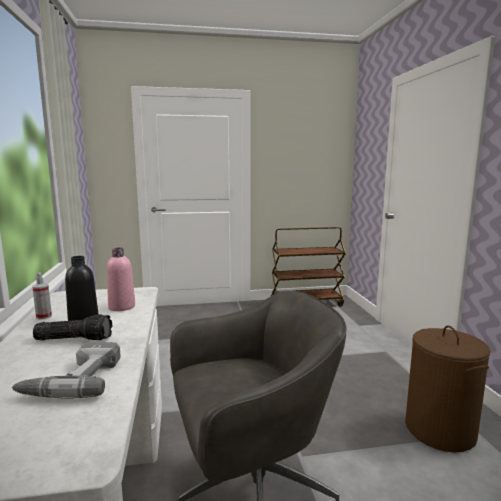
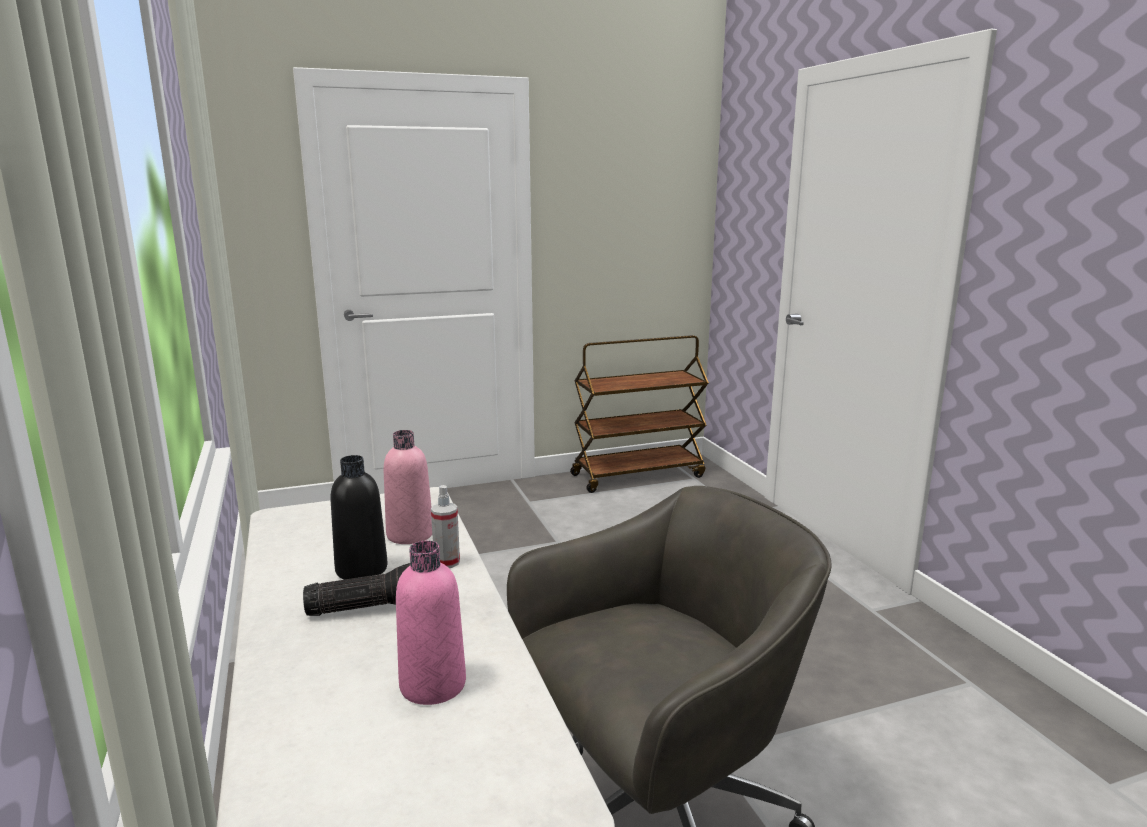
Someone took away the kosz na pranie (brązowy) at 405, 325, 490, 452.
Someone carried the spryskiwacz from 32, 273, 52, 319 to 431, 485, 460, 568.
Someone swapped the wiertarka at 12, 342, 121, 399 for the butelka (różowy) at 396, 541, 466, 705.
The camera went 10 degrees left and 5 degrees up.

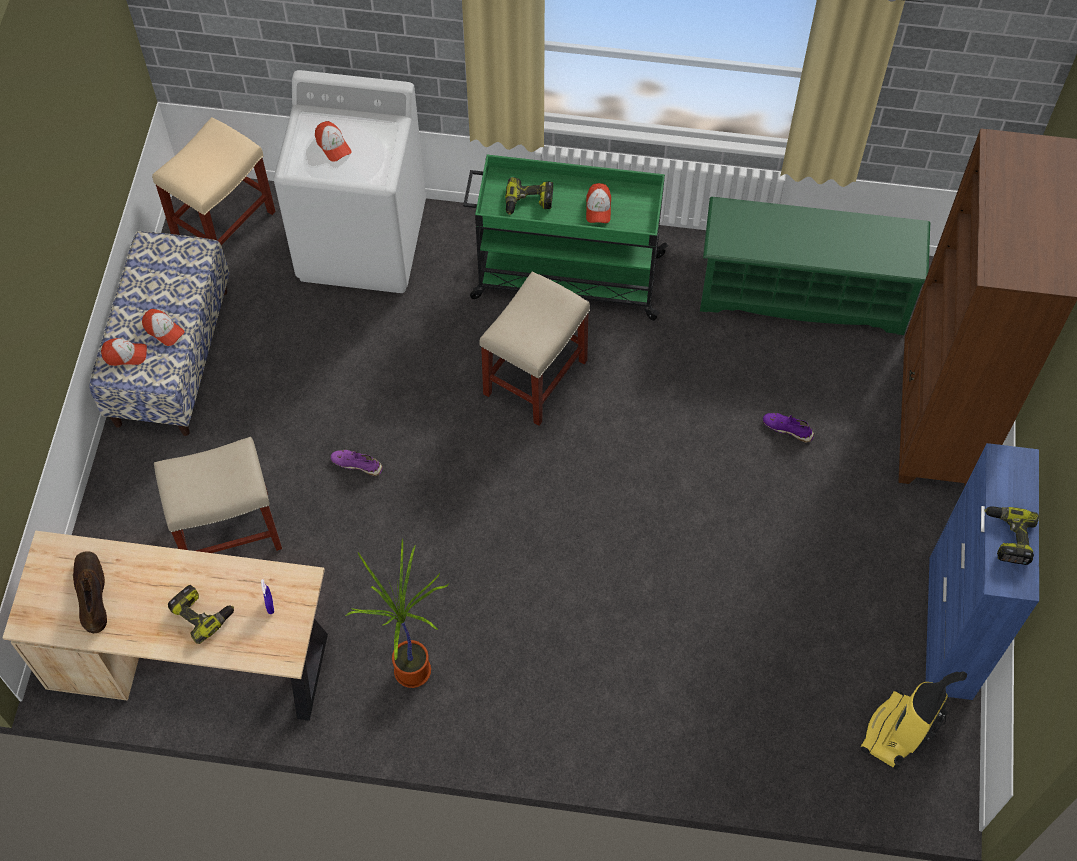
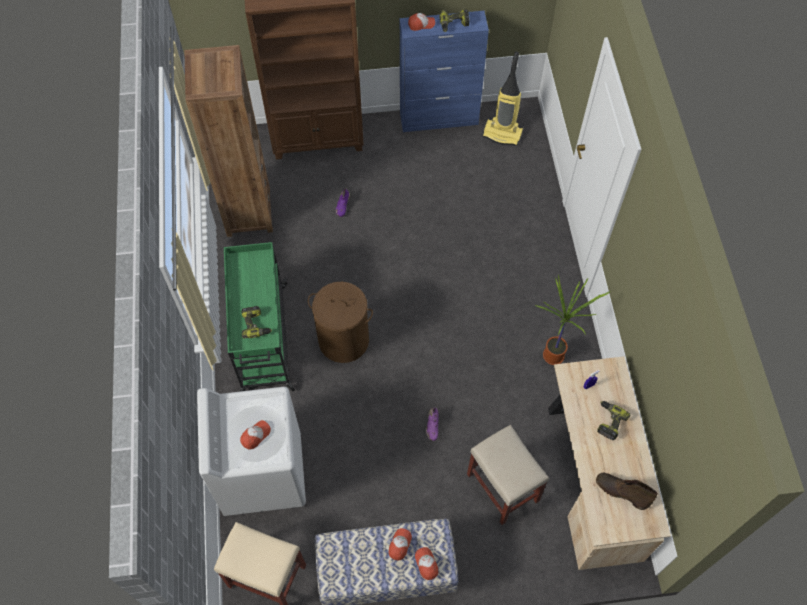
Someone carried the czapka z daszkiem from 586, 183, 611, 223 to 408, 13, 435, 31.
Someone swapped the stołek (beżowy) at 480, 271, 590, 426 for the kosz na pranie (brązowy) at 308, 282, 373, 363.
Someone swapped the regał na buty (zielony) at 700, 197, 930, 335 for the regał (brązowy) at 185, 45, 273, 237.
Someone rotated the but z cholewką (brązowy) at 73, 551, 107, 634 by 60 degrees clockwise.
The camera went 105 degrees left and 0 degrees up.

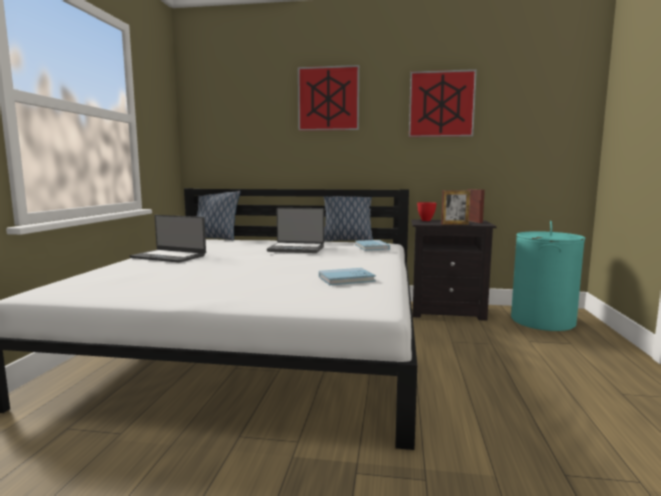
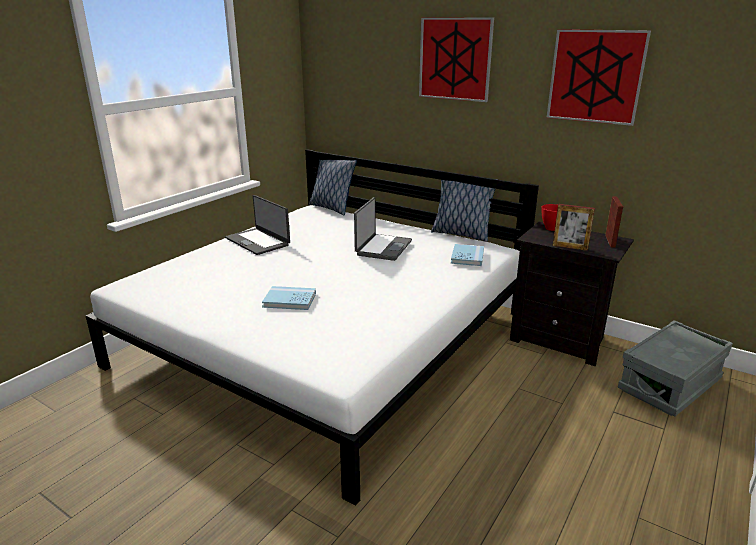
Someone carried the książka (niebieski) from 319, 268, 376, 285 to 262, 286, 316, 310.
Someone swapped the kosz na pranie (turkusowy) at 511, 221, 586, 331 for the pojemnik do przechowywania (szary) at 618, 320, 733, 417.
Someone rotated the laptop at 267, 207, 324, 253 by 105 degrees counterclockwise.
The camera went 25 degrees right and 15 degrees up.

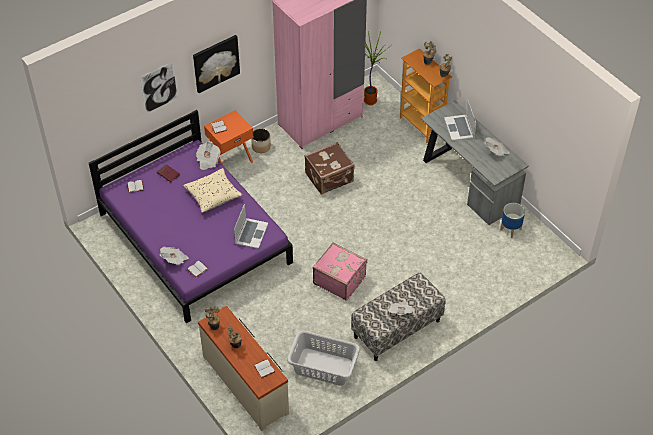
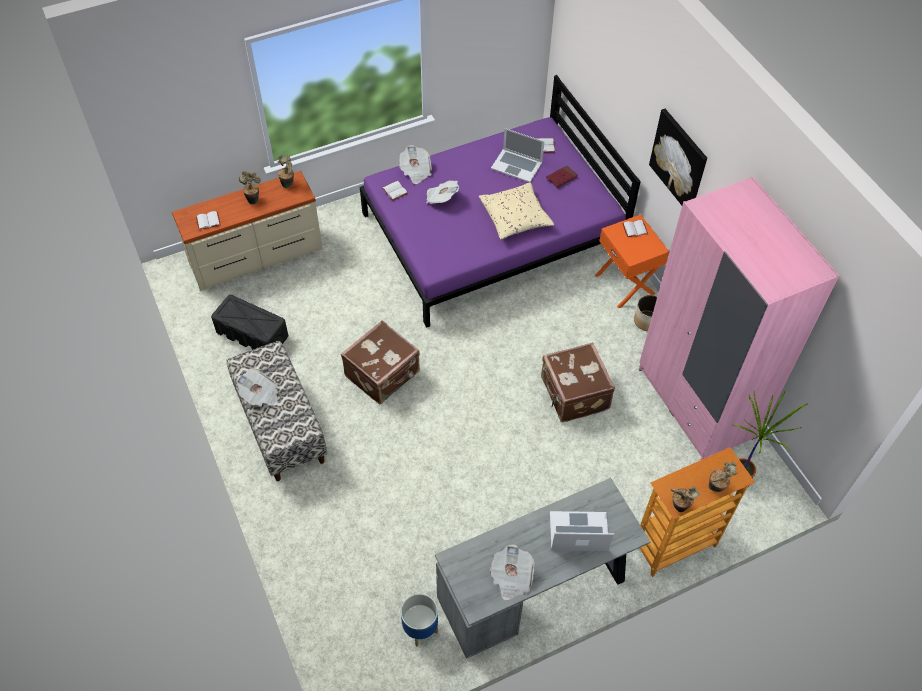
Someone took away the obraz at 140, 61, 178, 114.
Someone carried the gazeta from 196, 141, 220, 170 to 426, 181, 459, 204.
Someone carried the laptop from 234, 204, 268, 249 to 491, 128, 544, 183.
Someone swapped the kosz na pranie (szary) at 287, 331, 360, 386 for the pojemnik do przechowywania (czarny) at 211, 295, 288, 350.
Someone repainted the walizka (różowy) at 312, 242, 367, 301, which became the walizka (brązowy) at 341, 320, 420, 404.
The camera went 100 degrees right and 5 degrees up.

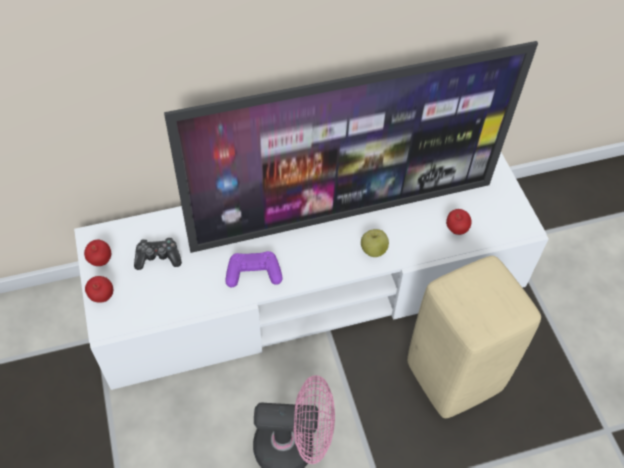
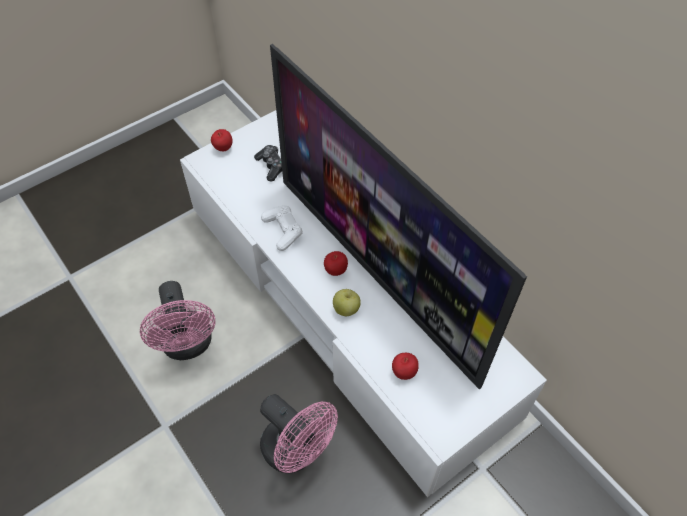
Someone carried the jabłko from 84, 240, 111, 266 to 324, 251, 348, 276.
Someone swapped the stołek (beżowy) at 407, 256, 541, 418 for the wentylator (różowy) at 260, 394, 338, 473.
Someone repainted the pad do gier (fioletowy) at 225, 251, 283, 288, which became the pad do gier (biały) at 261, 205, 303, 251.
The camera went 70 degrees right and 0 degrees up.

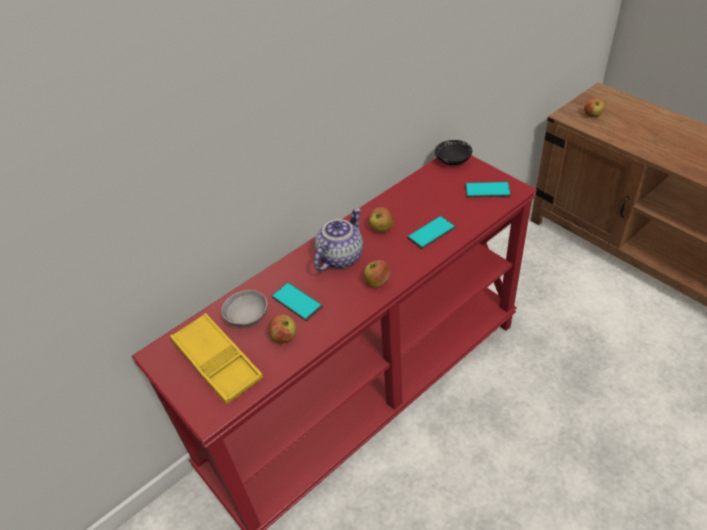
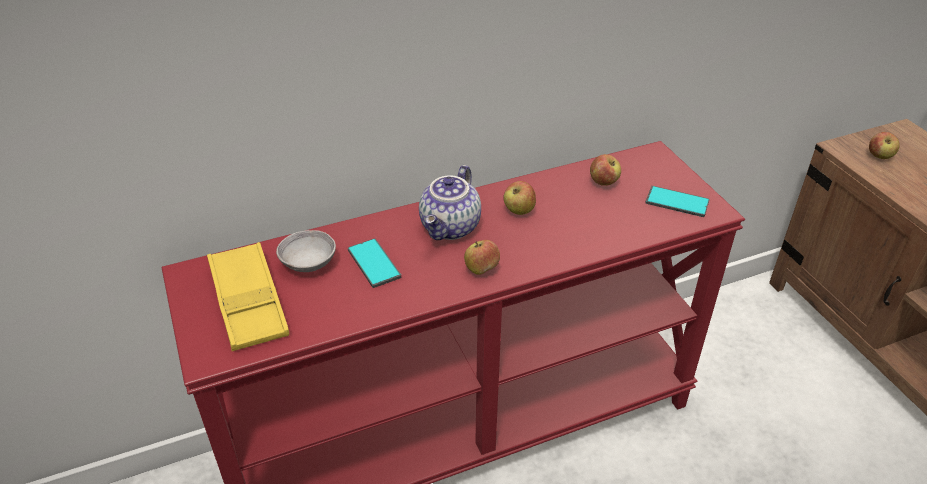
Someone took away the telefon at 407, 216, 455, 249.
Someone took away the miska (czarny) at 434, 140, 472, 165.
Someone carried the jabłko from 268, 314, 297, 344 to 590, 154, 621, 186.
Someone rotated the imbryk at 314, 208, 363, 271 by 150 degrees clockwise.
The camera went 15 degrees right and 5 degrees down.

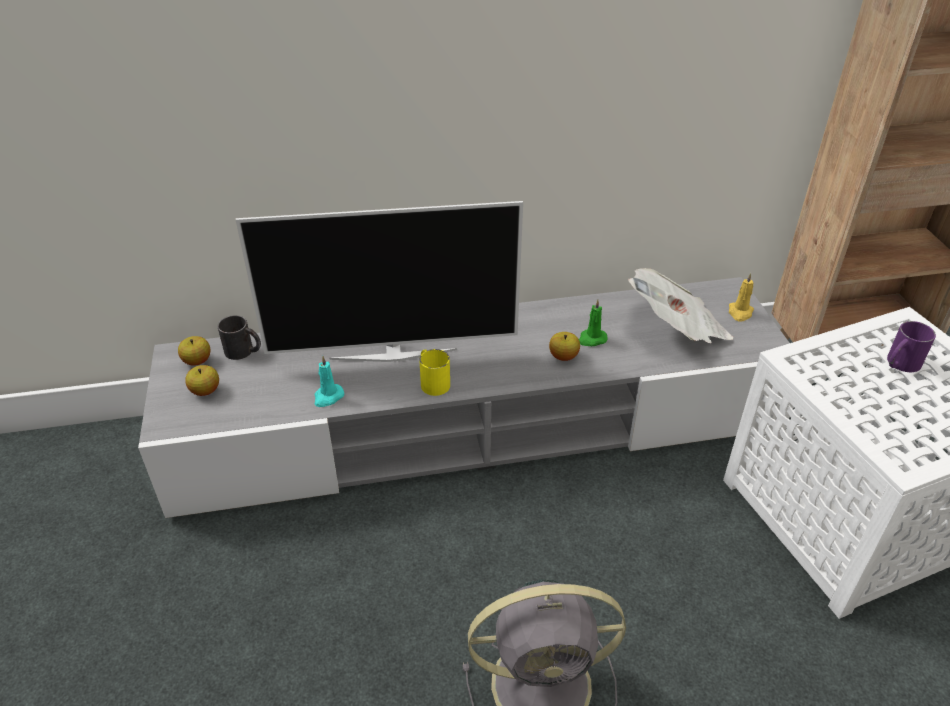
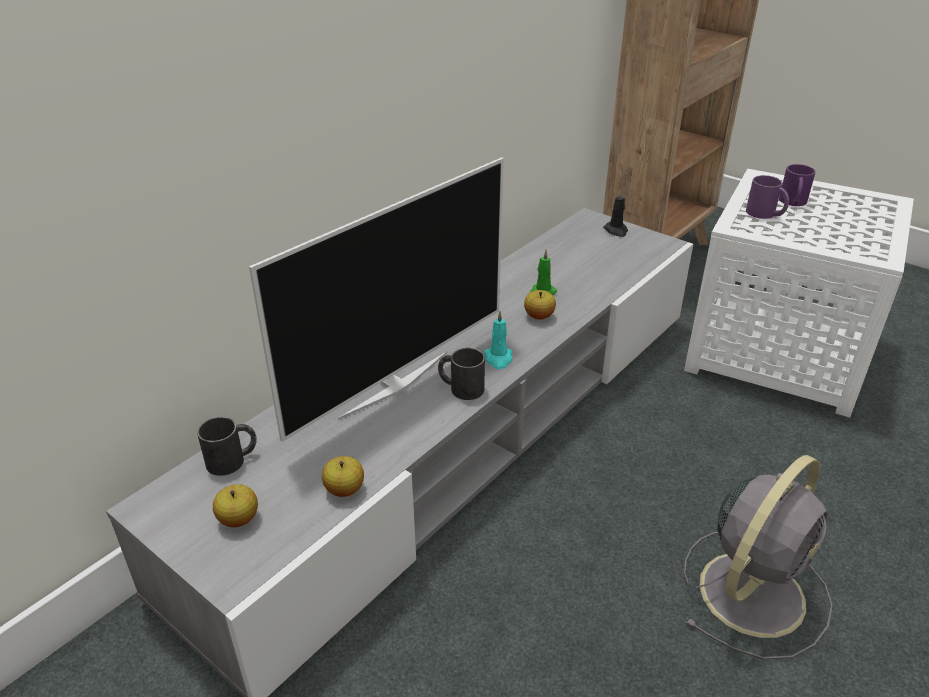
Someone took away the gazeta at 628, 268, 733, 344.
Someone put down the kubek (fioletowy) at 746, 175, 789, 219.
Someone carried the jabłko from 178, 336, 211, 365 to 322, 456, 364, 497.
Someone carried the świeca (turkusowy) from 314, 356, 344, 407 to 484, 311, 512, 369.
Someone repainted the kubek (żółty) at 419, 349, 450, 396, which became the kubek (czarny) at 438, 348, 485, 400.
Someone repainted the świeca (żółty) at 729, 273, 754, 322, which became the świeca (czarny) at 603, 190, 628, 237.
The camera went 40 degrees left and 5 degrees down.

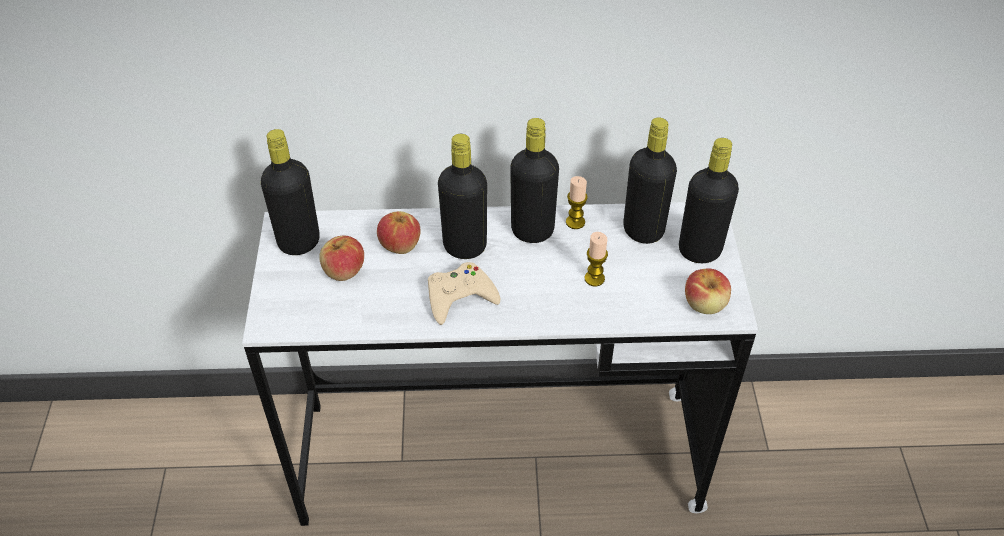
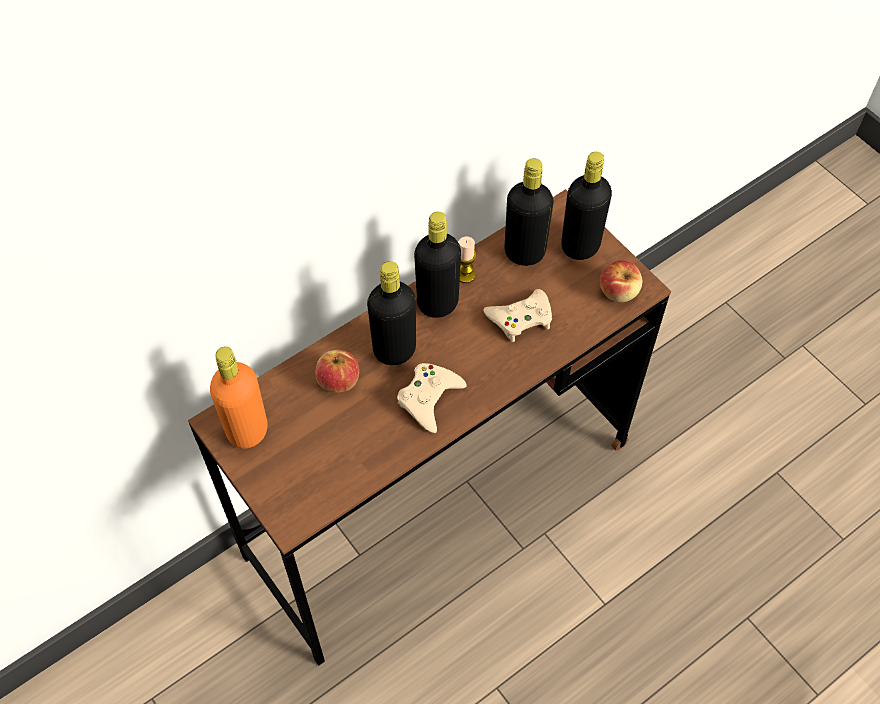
Someone took away the jabłko at 319, 236, 364, 281.
Someone swapped the świeca at 585, 232, 608, 286 for the pad do gier (beżowy) at 483, 289, 552, 342.
Someone repainted the biurko (biały) at 242, 202, 758, 526, which became the biurko (brązowy) at 188, 189, 671, 666.
Someone repainted the butelka (czarny) at 261, 129, 320, 255, which became the butelka (pomarańczowy) at 210, 346, 268, 449.
The camera went 35 degrees left and 10 degrees up.

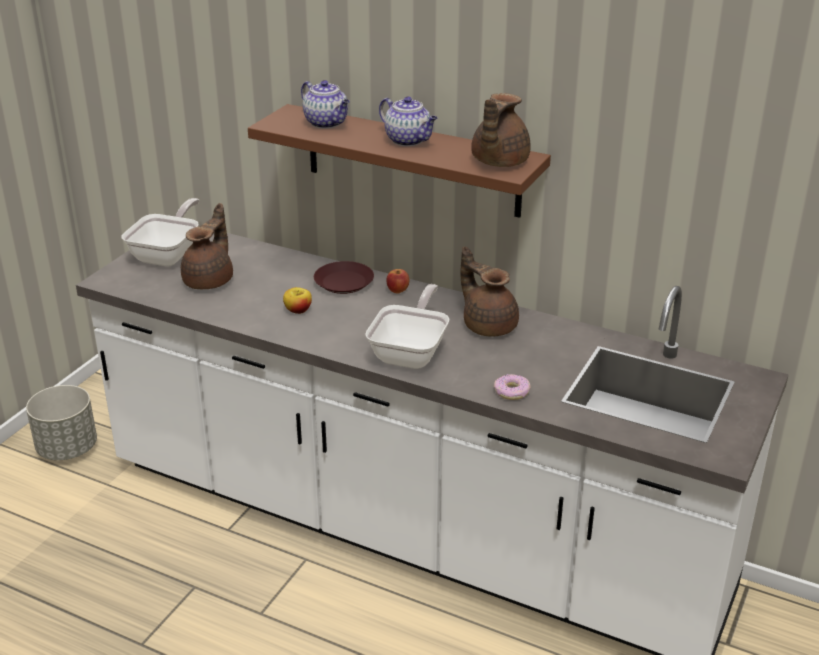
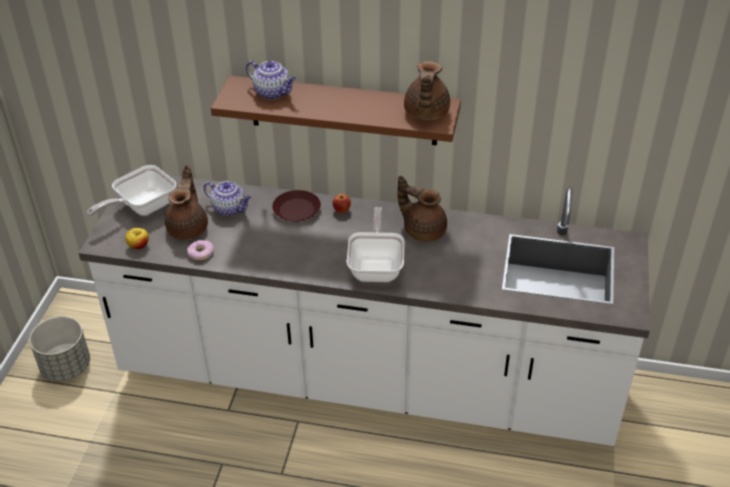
Someone carried the jabłko from 283, 287, 312, 314 to 125, 228, 149, 249.
Someone carried the imbryk from 379, 96, 438, 146 to 203, 181, 251, 216.
Someone carried the donut from 494, 374, 531, 400 to 187, 240, 214, 260.
Someone rotated the patelnia at 121, 198, 199, 267 by 135 degrees counterclockwise.
The camera went 15 degrees left and 10 degrees up.

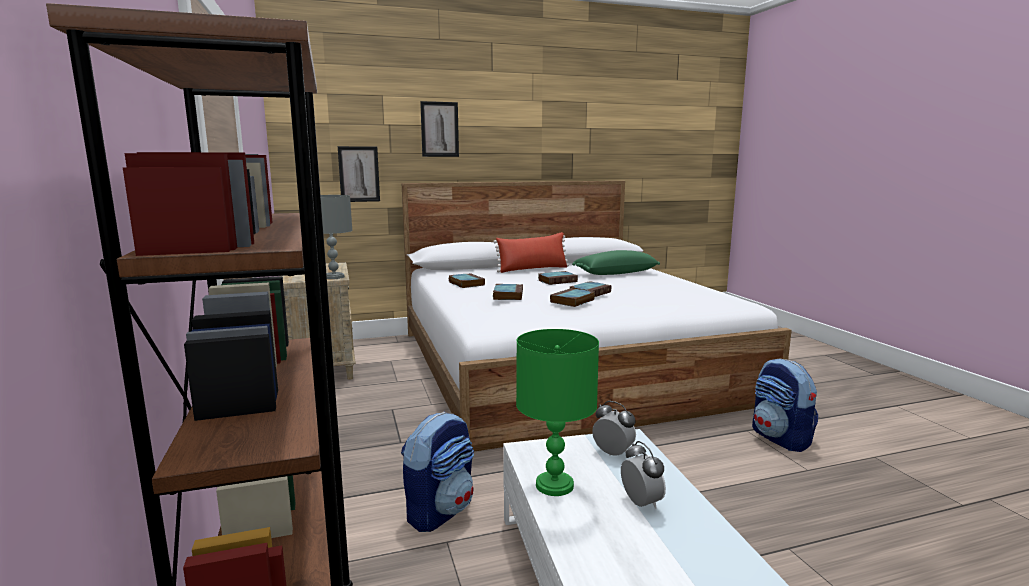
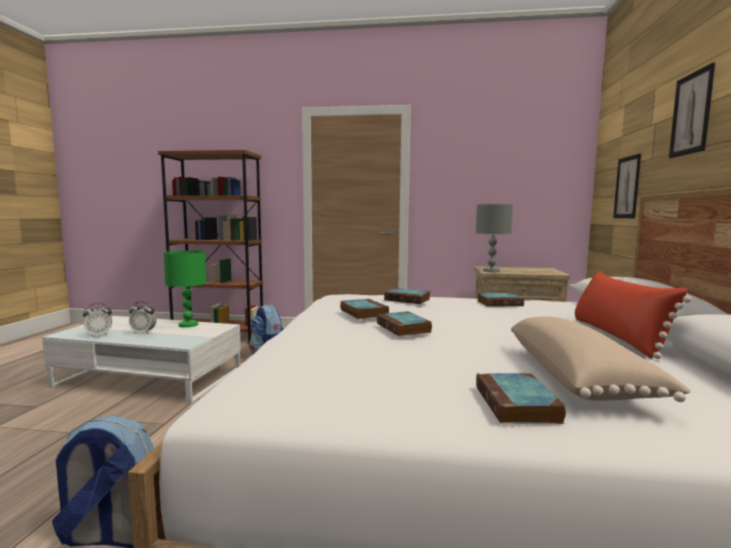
Someone carried the książka from 538, 271, 578, 285 to 476, 373, 566, 424.
Someone carried the budzik from 592, 401, 636, 456 to 83, 303, 112, 337.
Someone repainted the poduszka (zielony) at 572, 250, 660, 275, which became the poduszka (beżowy) at 511, 316, 691, 402.
The camera went 115 degrees right and 5 degrees down.

